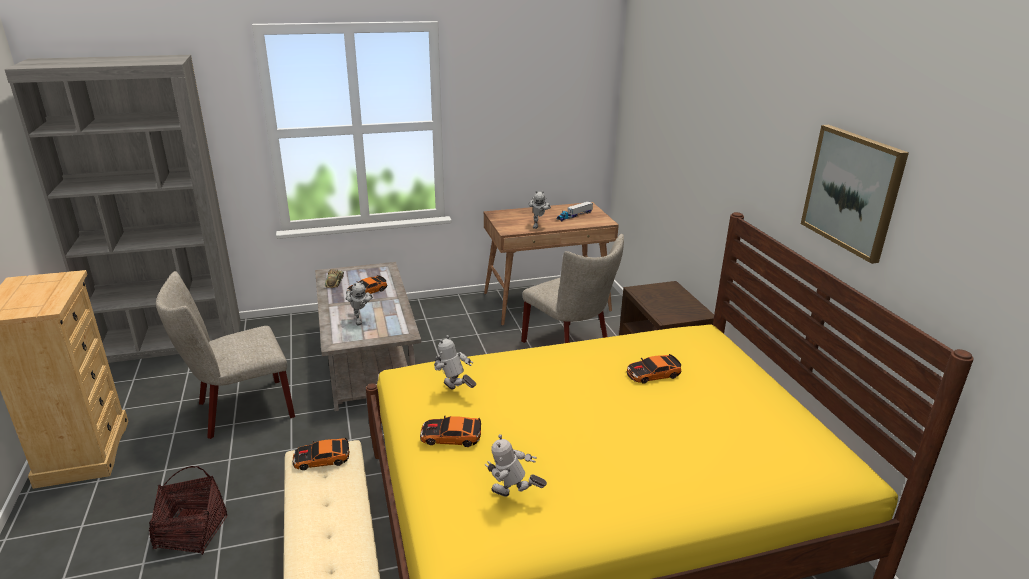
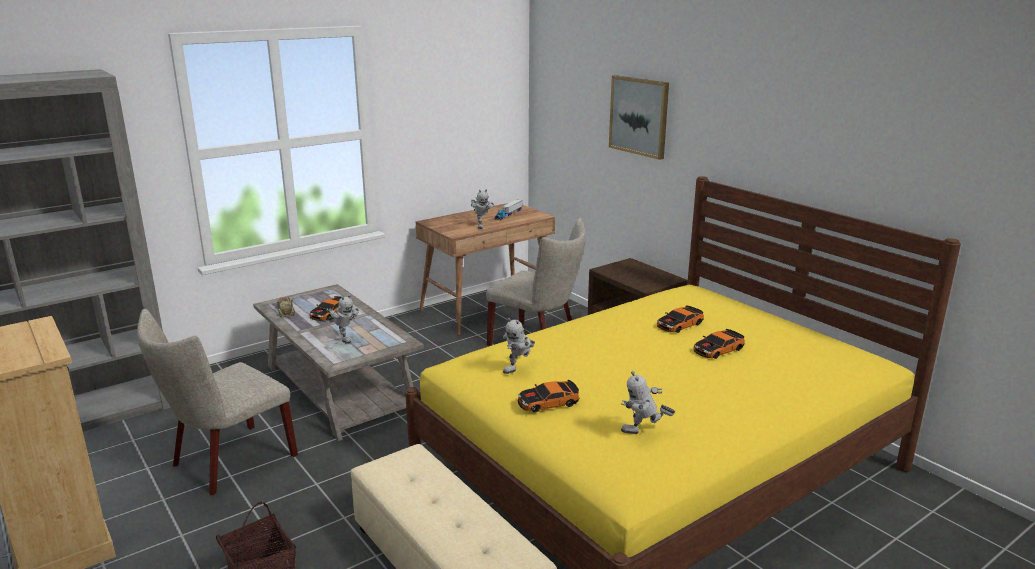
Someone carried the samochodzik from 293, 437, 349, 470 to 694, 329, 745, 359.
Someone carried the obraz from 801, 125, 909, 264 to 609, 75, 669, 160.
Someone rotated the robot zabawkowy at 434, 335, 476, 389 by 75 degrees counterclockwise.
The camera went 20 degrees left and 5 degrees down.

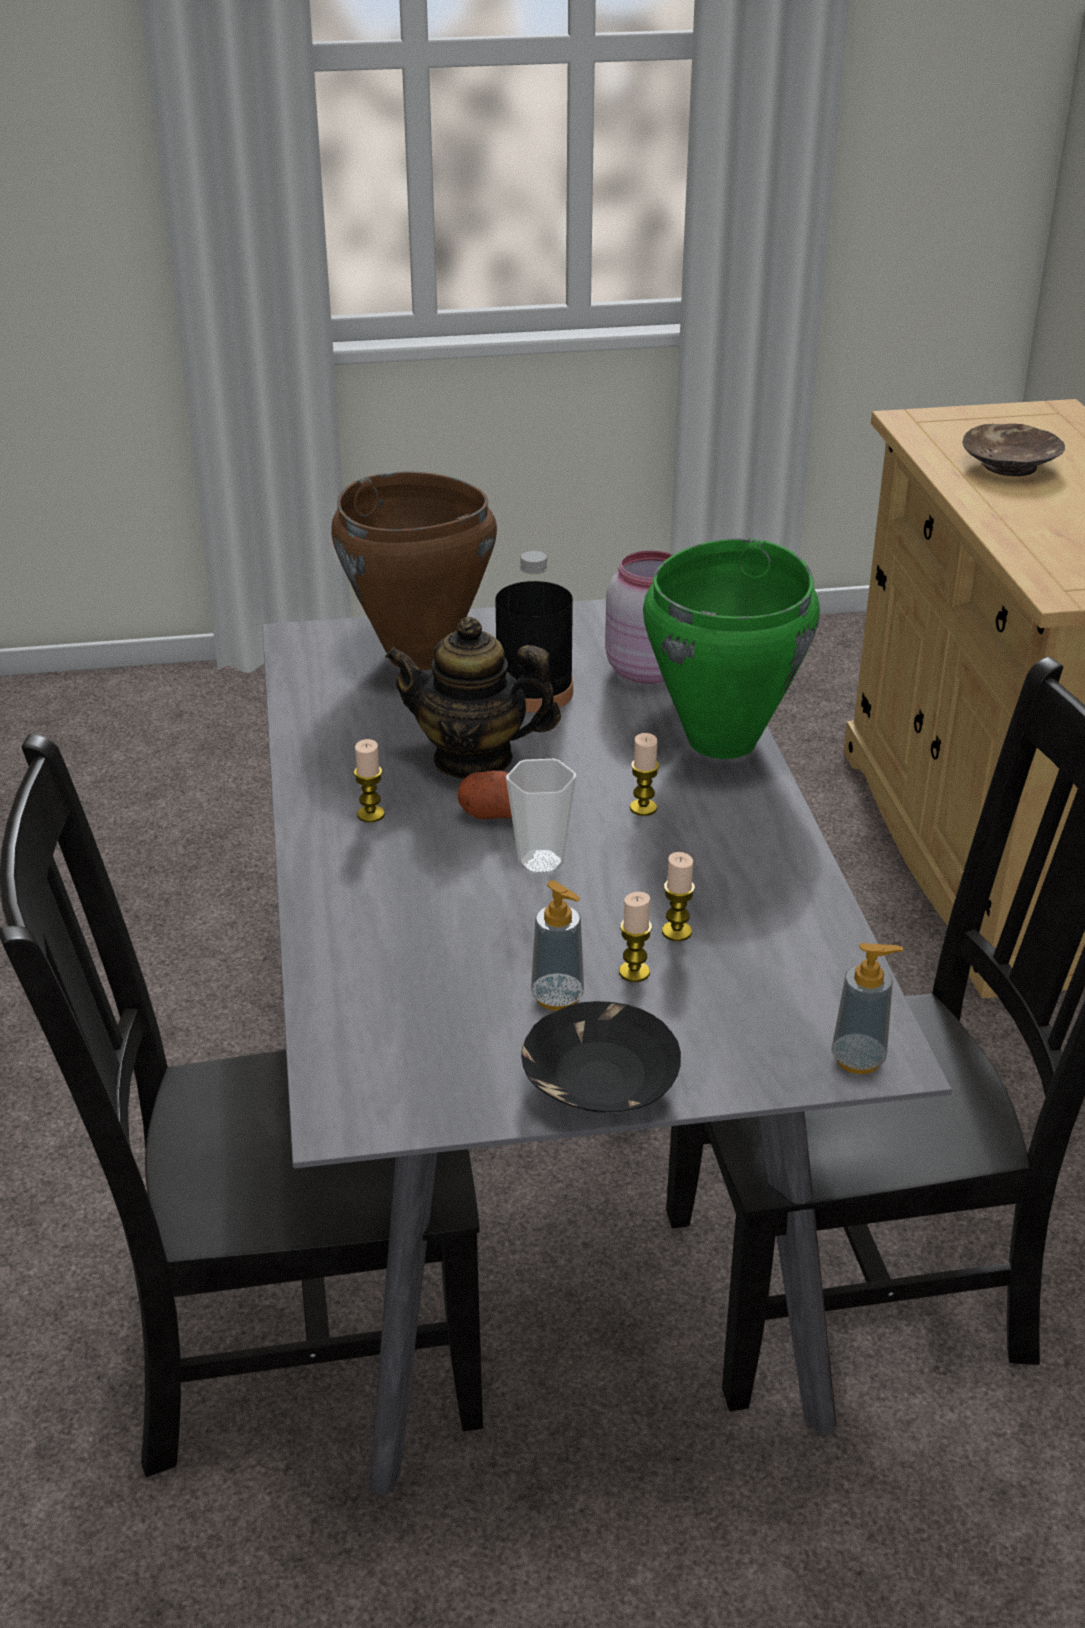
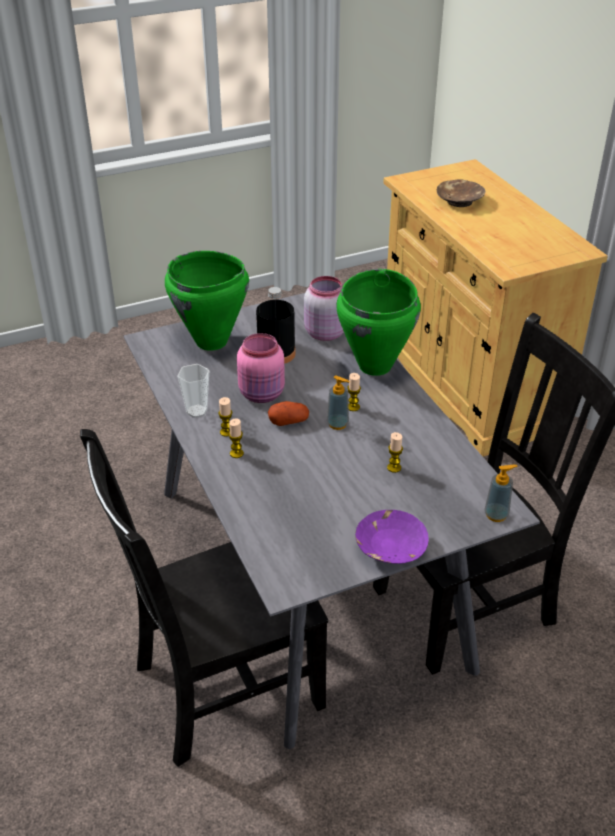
Someone carried the filiżanka from 506, 759, 576, 875 to 177, 364, 209, 418.
Someone carried the dozownik mydła from 531, 880, 584, 1011 to 327, 376, 350, 430.
Someone carried the świeca from 619, 892, 652, 982 to 228, 419, 244, 458.
Someone swapped the imbryk at 385, 617, 561, 779 for the słoik (różowy) at 237, 333, 285, 403.
Someone repainted the garnek (brązowy) at 331, 471, 497, 671, which became the garnek (zielony) at 165, 251, 249, 351.
Someone repainted the miska (czarny) at 521, 1001, 681, 1113, which became the miska (fioletowy) at 355, 510, 429, 564.
The camera went 15 degrees left and 5 degrees up.

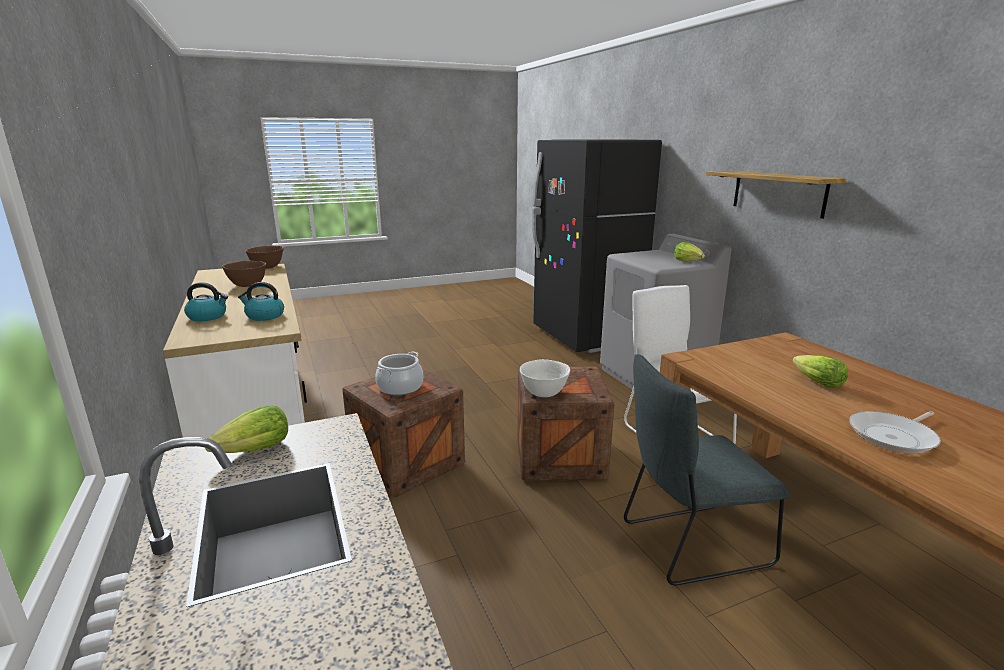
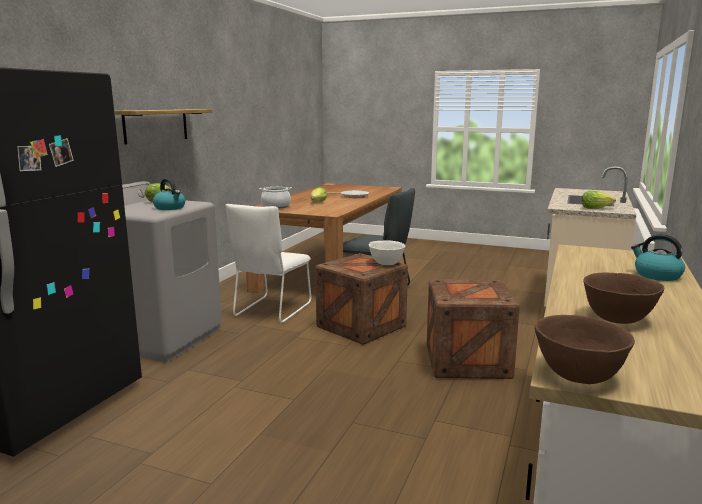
Someone carried the czajnik from 238, 282, 284, 321 to 153, 178, 185, 210.
Someone carried the garnek from 375, 352, 423, 396 to 259, 187, 292, 209.
The camera went 135 degrees left and 5 degrees down.

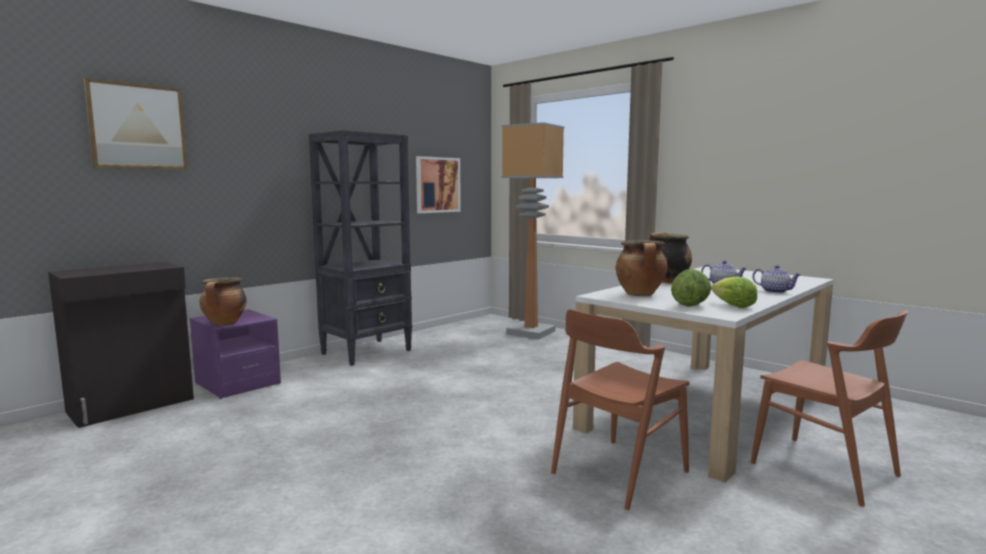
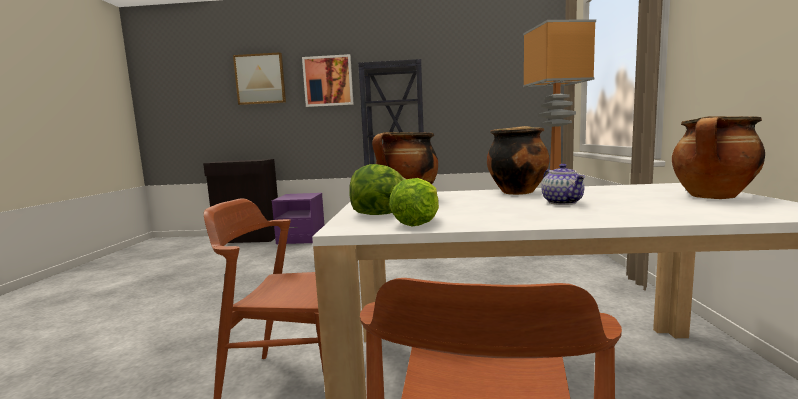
Someone took away the imbryk at 753, 265, 802, 293.
Someone carried the garnek from 200, 277, 247, 326 to 672, 116, 765, 199.
Someone carried the obraz from 416, 156, 461, 213 to 302, 54, 354, 107.
The camera went 50 degrees right and 0 degrees up.

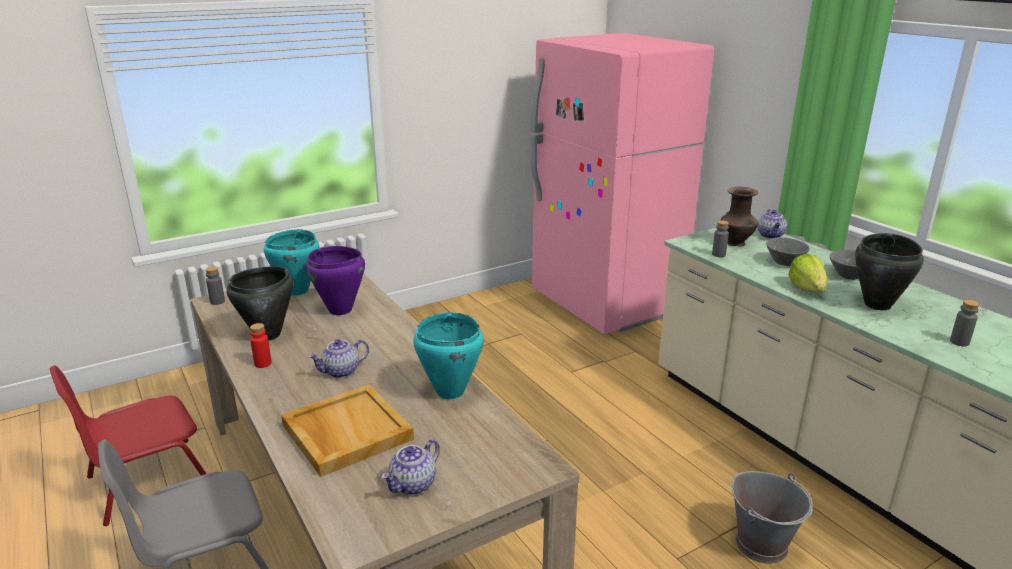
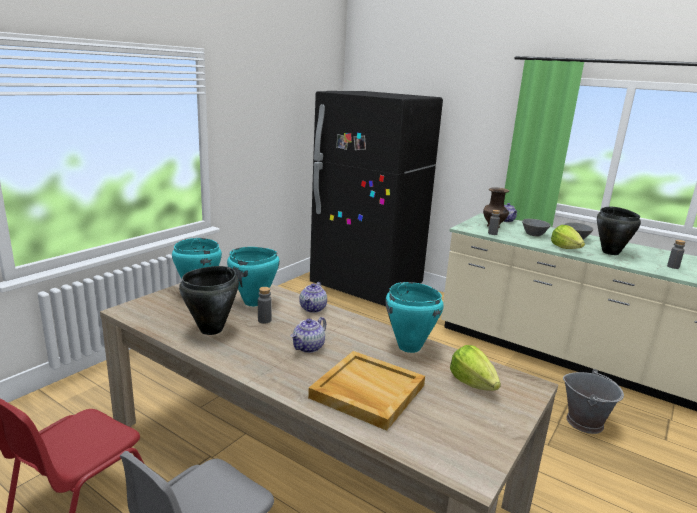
Someone took away the butelka (czerwony) at 250, 323, 272, 368.
Someone put down the sałata at 450, 345, 501, 391.
Someone carried the butelka (szary) from 206, 267, 225, 305 to 258, 287, 272, 324.
Someone carried the imbryk from 381, 439, 440, 495 to 299, 282, 327, 313.
Someone repainted the garnek (fioletowy) at 306, 246, 365, 315, which became the garnek (turkusowy) at 227, 247, 280, 306.
Someone repainted the lodówka (różowy) at 531, 33, 714, 334, which became the lodówka (czarny) at 310, 91, 443, 306.
The camera went 25 degrees left and 5 degrees down.

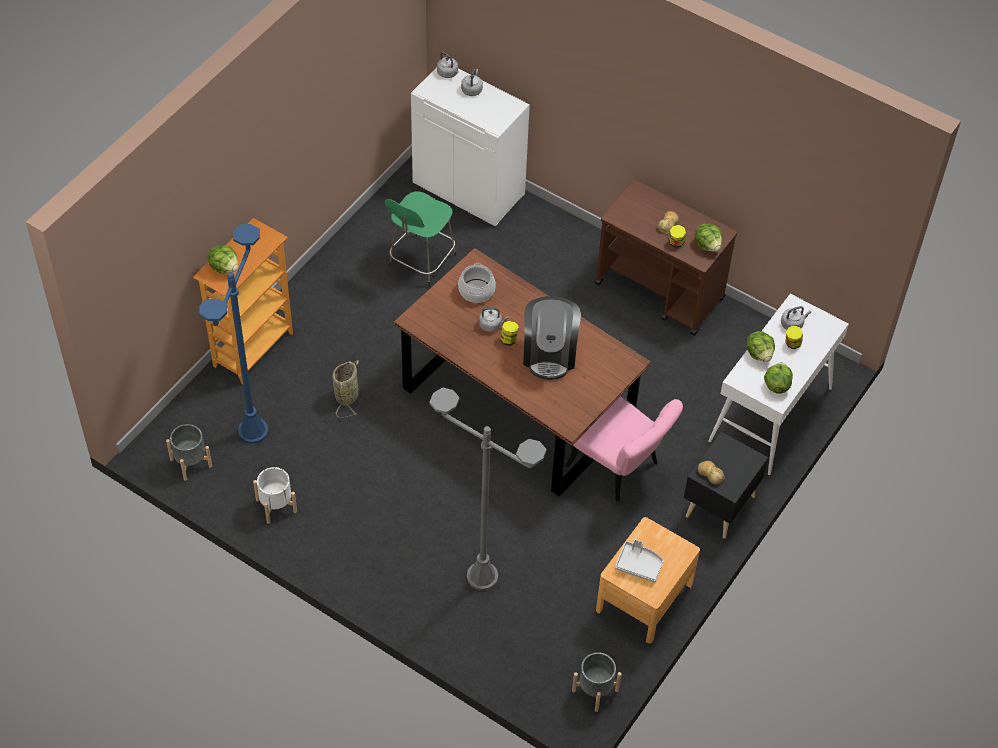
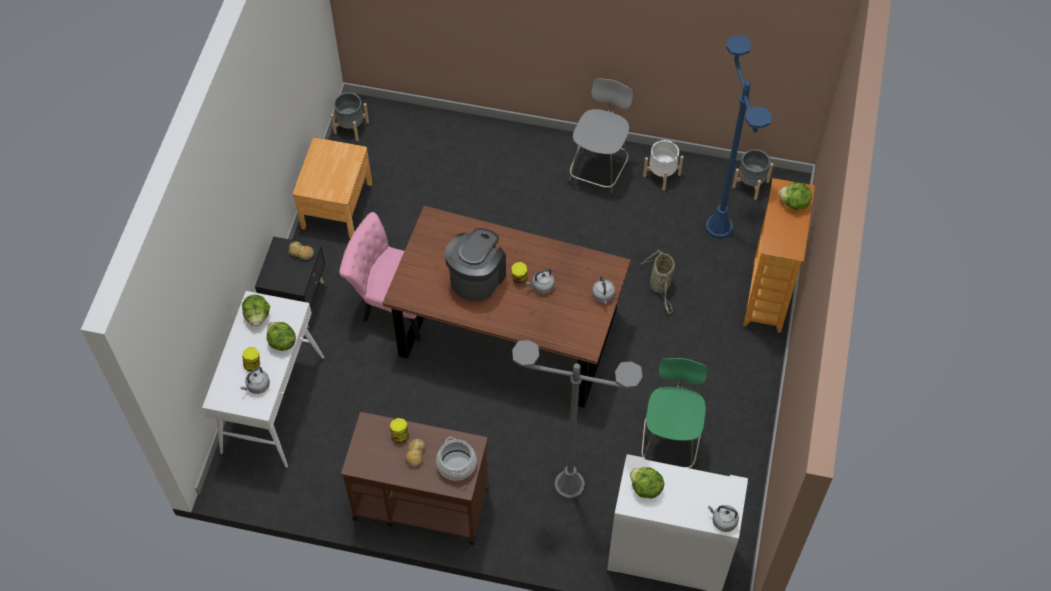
Someone took away the taca (szary) at 615, 539, 664, 583.
Someone put down the stołek (szary) at 568, 78, 633, 198.
Someone carried the lampa stojąca (szary) from 429, 387, 546, 591 to 512, 340, 642, 499.
Someone carried the garnek from 458, 263, 496, 303 to 436, 437, 476, 481.
Someone carried the czajnik (szary) from 461, 69, 483, 96 to 592, 276, 615, 304.
Someone carried the sałata from 695, 223, 722, 252 to 630, 467, 664, 499.
Someone rotated the ekspres do kawy at 523, 296, 581, 380 by 45 degrees clockwise.
The camera went 160 degrees right and 5 degrees up.

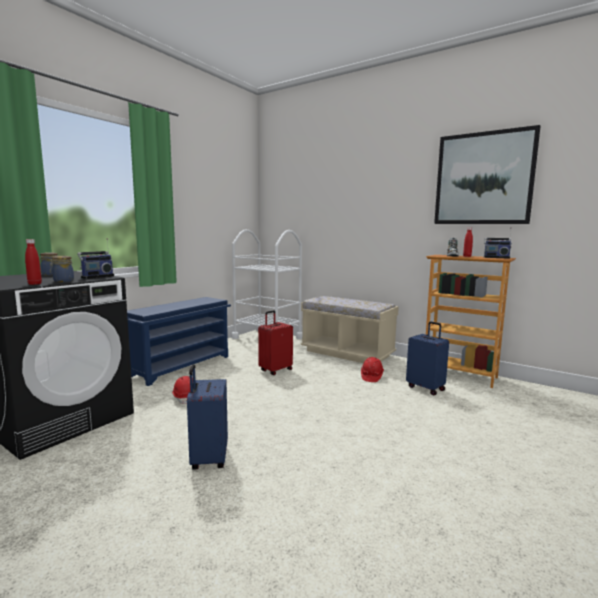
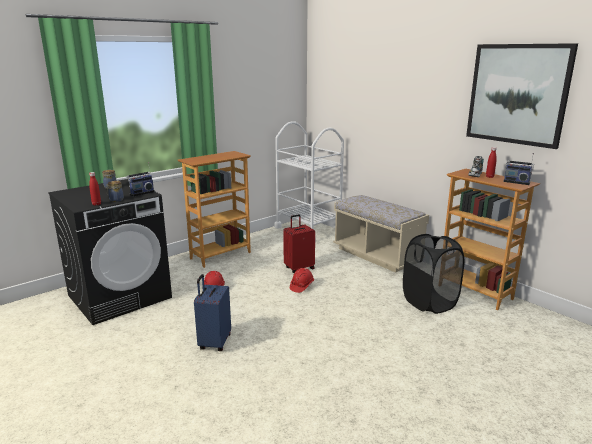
Someone carried the kask (czerwony) from 361, 357, 384, 382 to 290, 268, 314, 293.
Someone swapped the regał na buty (niebieski) at 127, 297, 231, 386 for the regał at 178, 151, 251, 268.
Someone swapped the walizka (niebieski) at 406, 322, 449, 395 for the kosz na pranie (czarny) at 403, 234, 465, 314.
The camera went 15 degrees right and 10 degrees up.

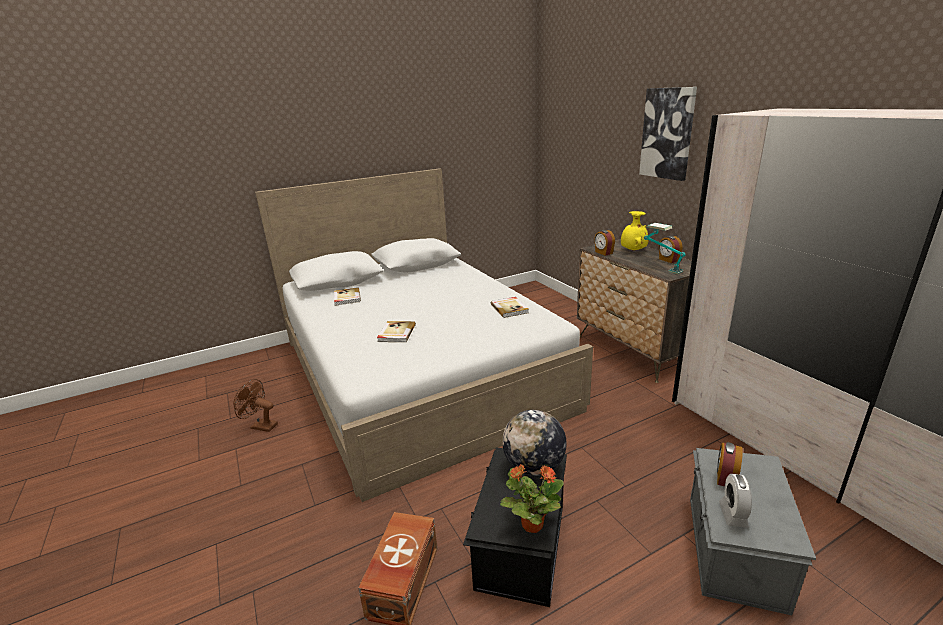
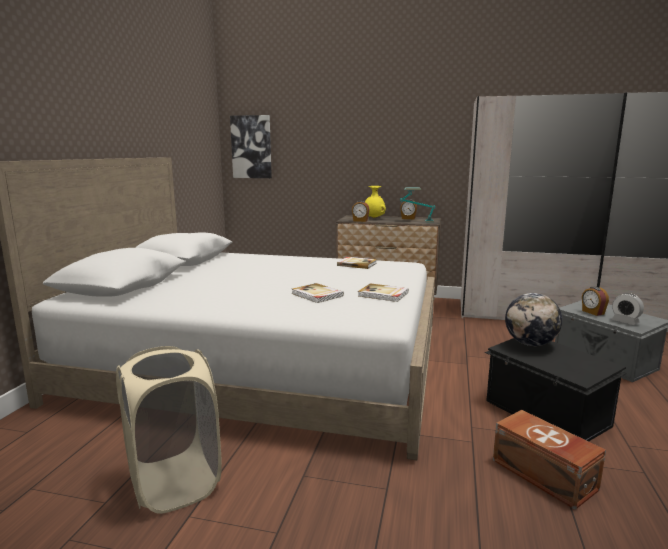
Someone took away the roślina doniczkowa at 500, 464, 564, 533.
Someone carried the książka from 334, 287, 361, 306 to 358, 283, 408, 302.
Someone carried the obraz from 639, 87, 697, 181 to 230, 115, 272, 178.
Someone swapped the wentylator (brązowy) at 234, 379, 278, 432 for the kosz na pranie (beżowy) at 116, 346, 222, 514.
The camera went 50 degrees left and 10 degrees down.

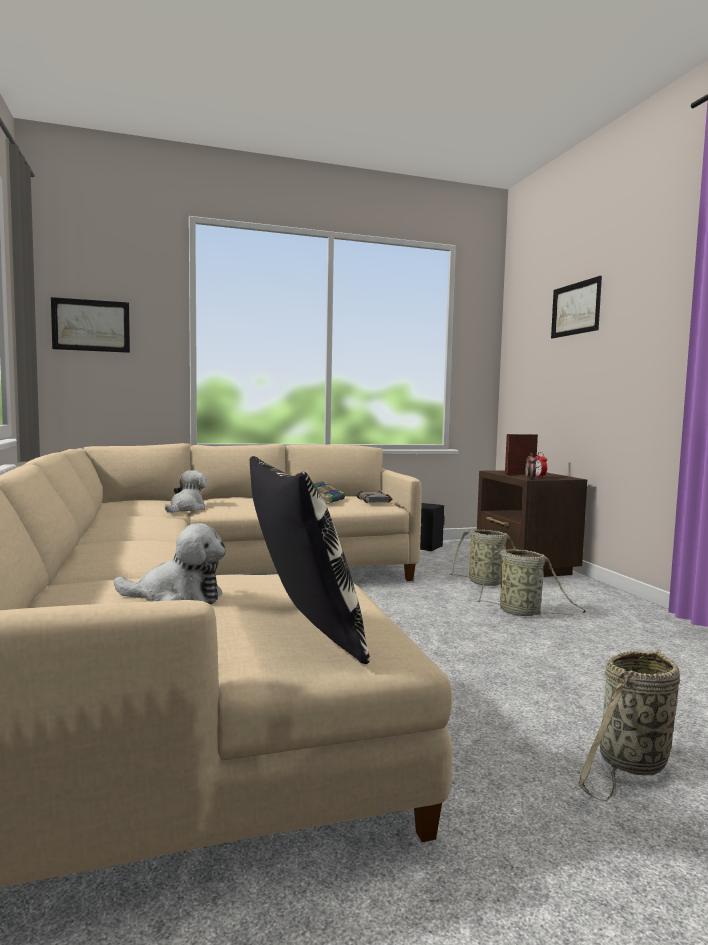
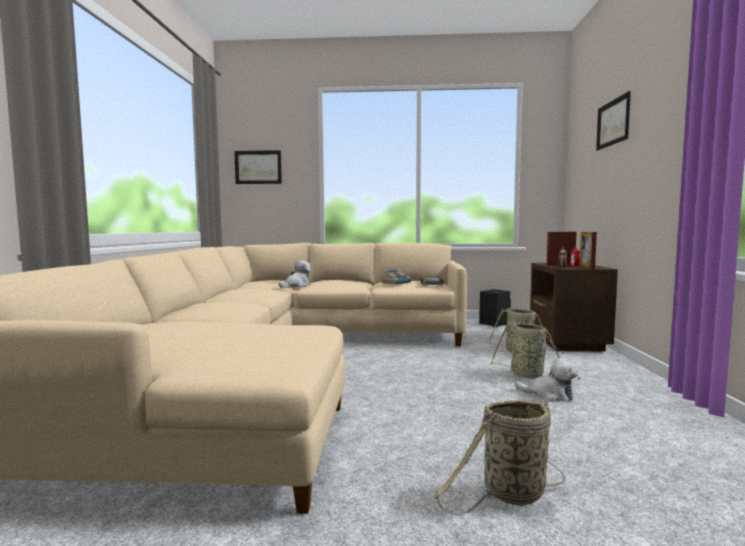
Someone took away the poduszka at 250, 456, 370, 664.
Someone put down the ramka na zdjęcie at 580, 232, 597, 269.
Someone carried the pluszak from 114, 523, 226, 604 to 515, 358, 578, 402.
The camera went 20 degrees right and 0 degrees up.

